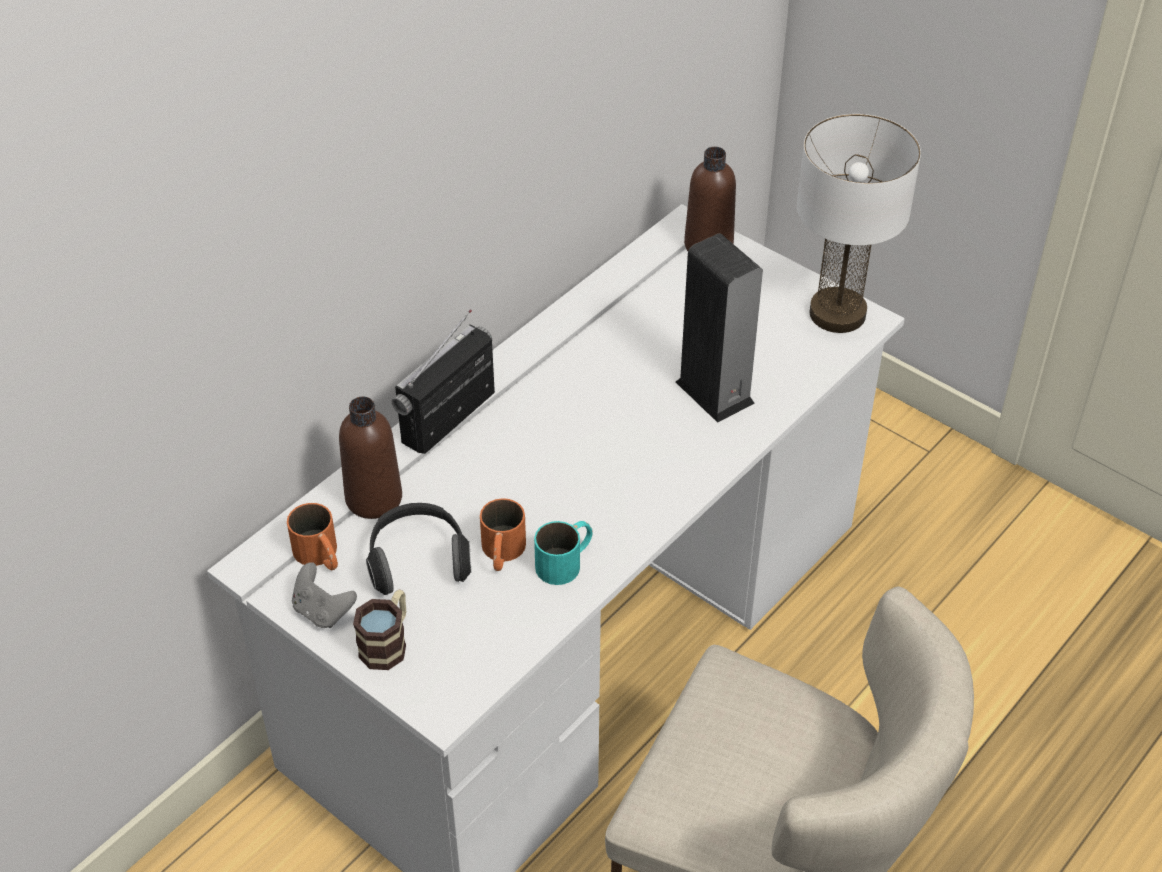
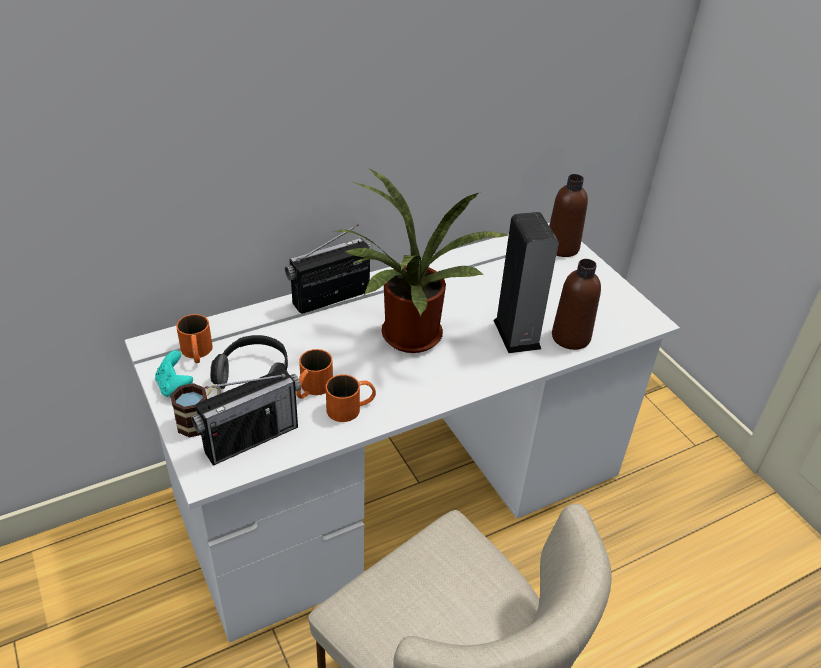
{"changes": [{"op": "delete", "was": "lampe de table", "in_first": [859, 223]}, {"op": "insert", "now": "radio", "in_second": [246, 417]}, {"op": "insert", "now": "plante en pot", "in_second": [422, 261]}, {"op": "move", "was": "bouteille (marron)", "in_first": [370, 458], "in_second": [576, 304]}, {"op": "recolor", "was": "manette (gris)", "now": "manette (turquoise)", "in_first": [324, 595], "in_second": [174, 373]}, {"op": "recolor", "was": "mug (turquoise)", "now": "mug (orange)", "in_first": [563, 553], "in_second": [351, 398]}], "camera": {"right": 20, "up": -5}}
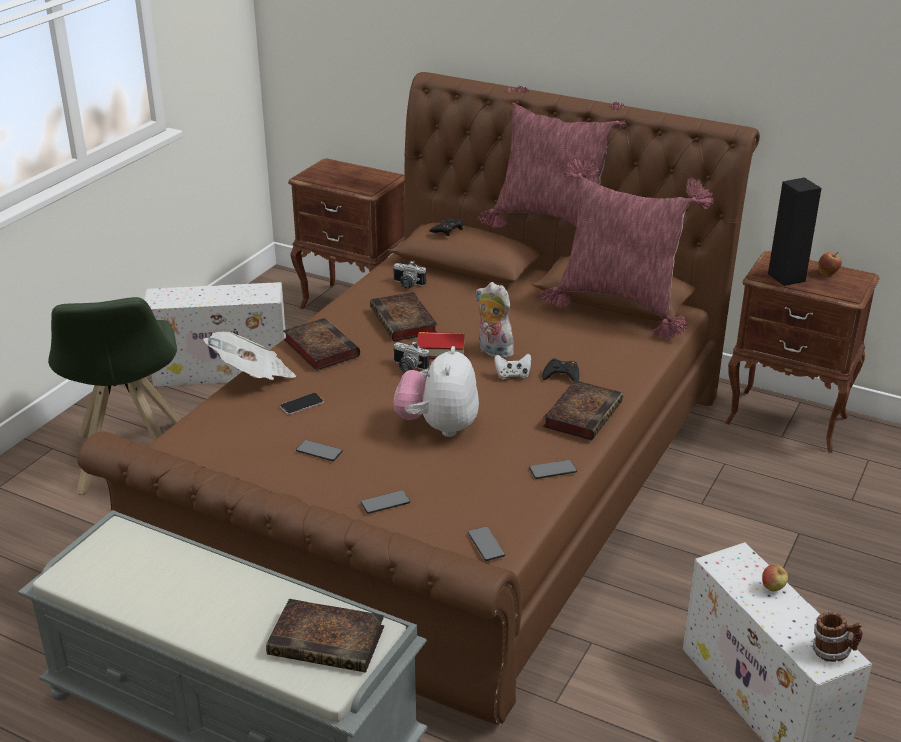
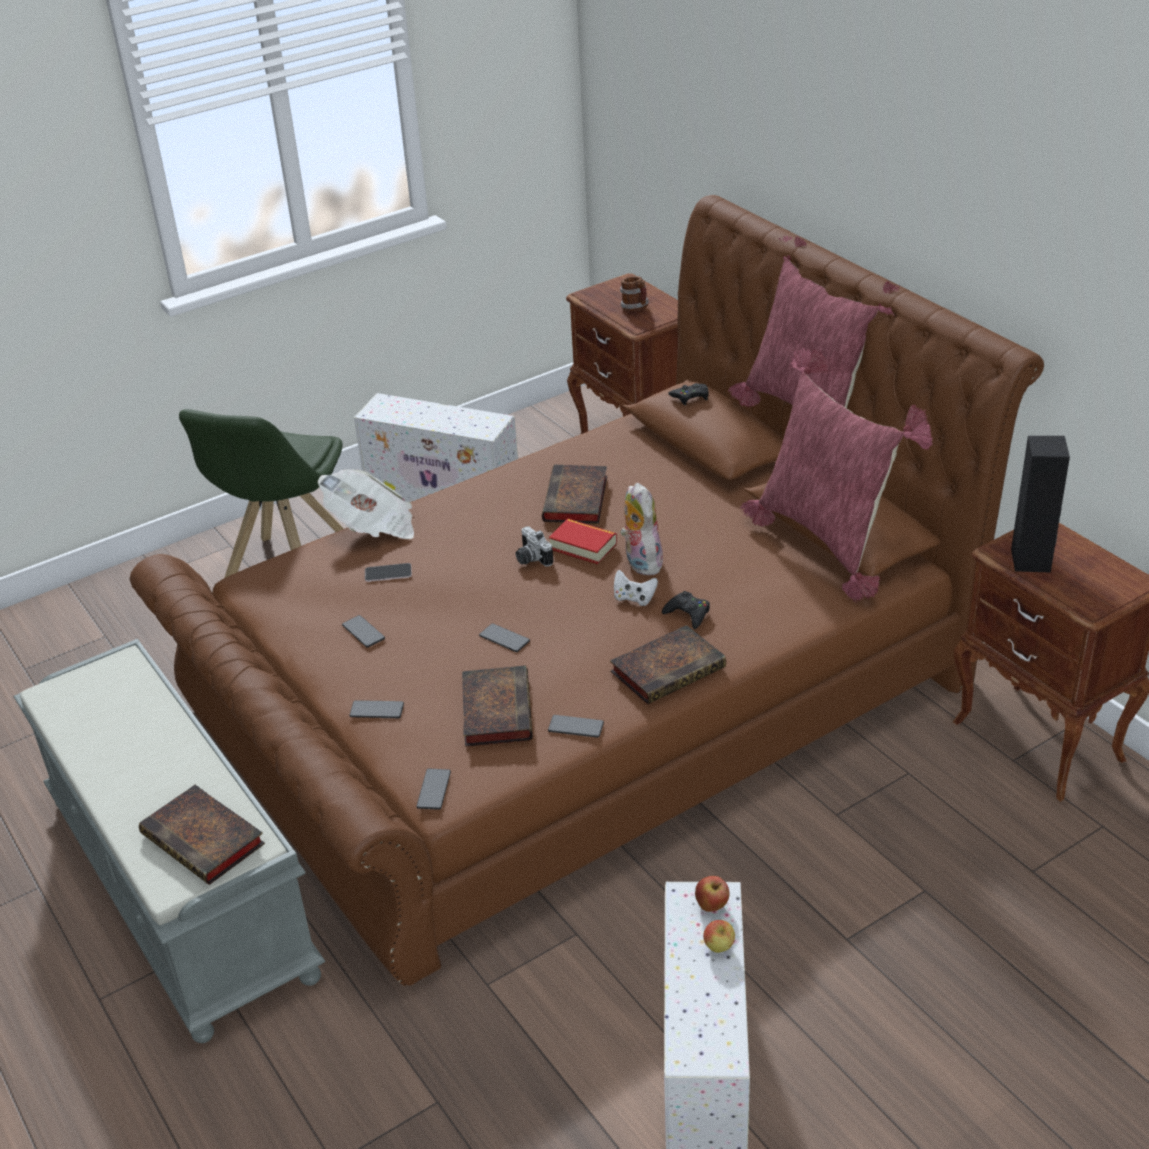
{"changes": [{"op": "delete", "was": "appareil photo", "in_first": [410, 274]}, {"op": "move", "was": "livre", "in_first": [321, 344], "in_second": [497, 706]}, {"op": "move", "was": "mug", "in_first": [837, 637], "in_second": [634, 293]}, {"op": "move", "was": "pomme", "in_first": [830, 264], "in_second": [712, 894]}, {"op": "replace", "was": "peluche", "now": "téléphone", "in_first": [436, 391], "in_second": [504, 637]}], "camera": {"right": 30, "up": 5}}
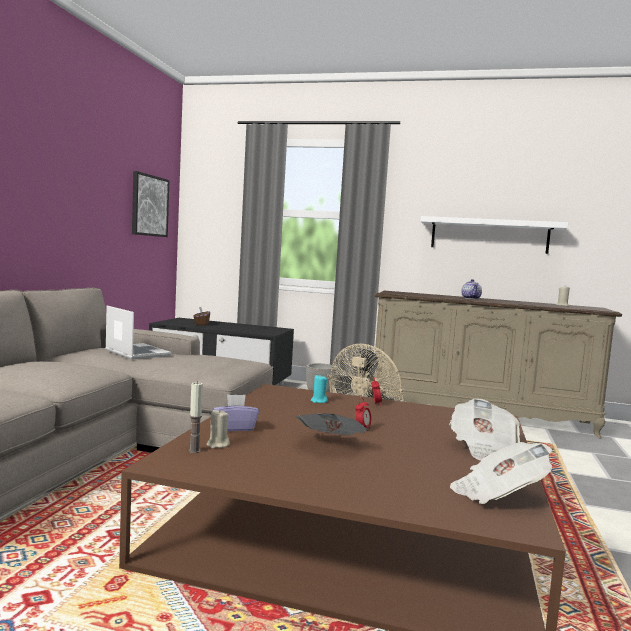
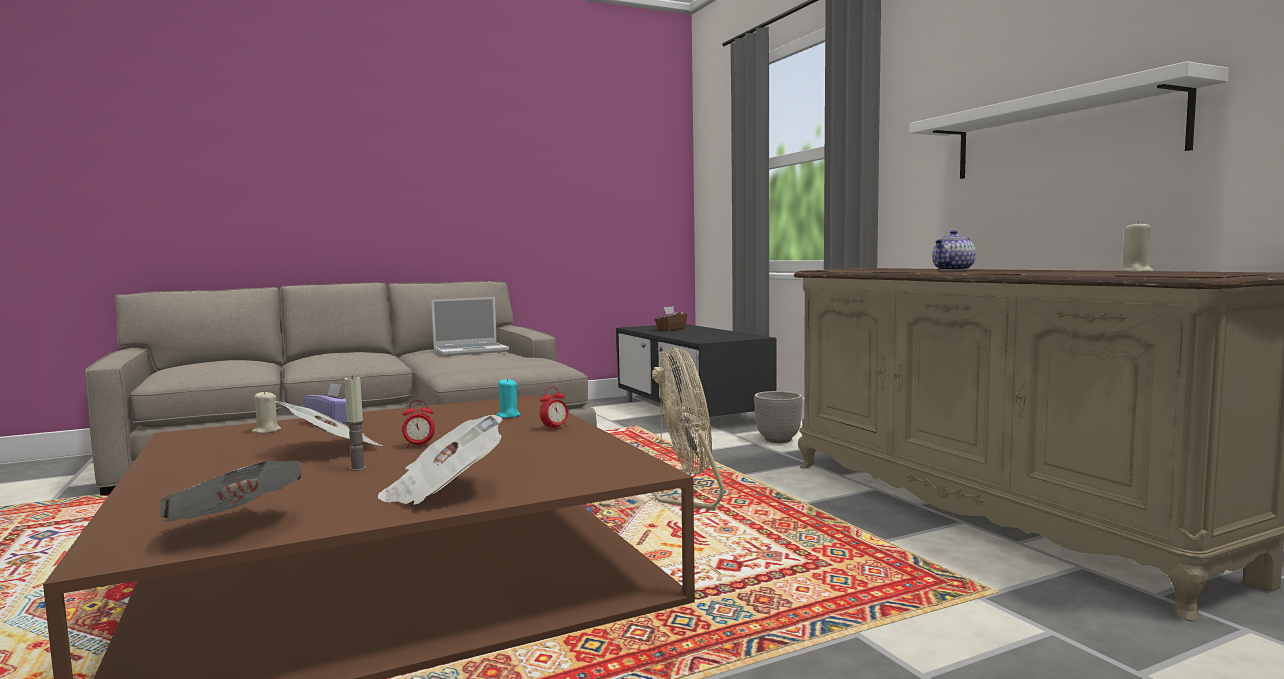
{"changes": [{"op": "delete", "was": "tableau", "in_first": [150, 204]}, {"op": "move", "was": "bougie", "in_first": [195, 417], "in_second": [355, 423]}, {"op": "rotate", "was": "ordinateur portable", "in_first": [138, 333], "in_second": [470, 326], "clockwise": 60}], "camera": {"right": 50, "up": 0}}
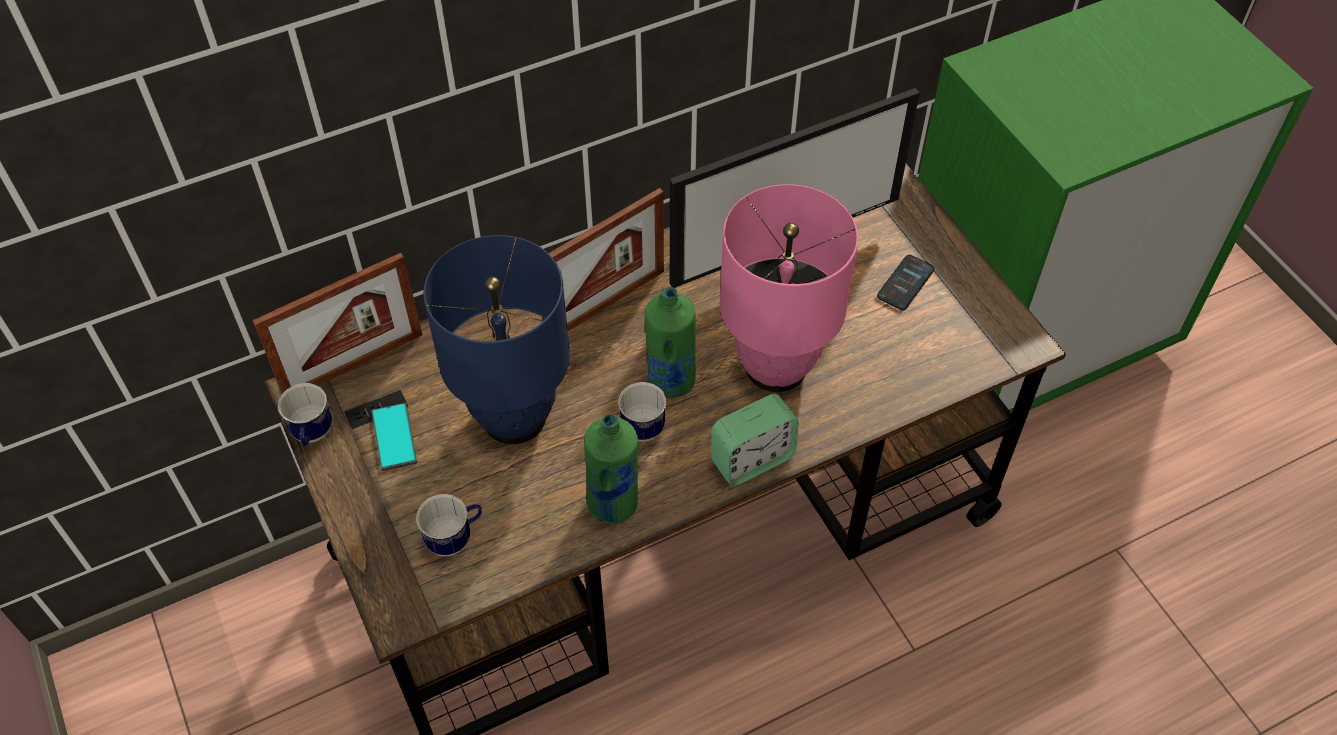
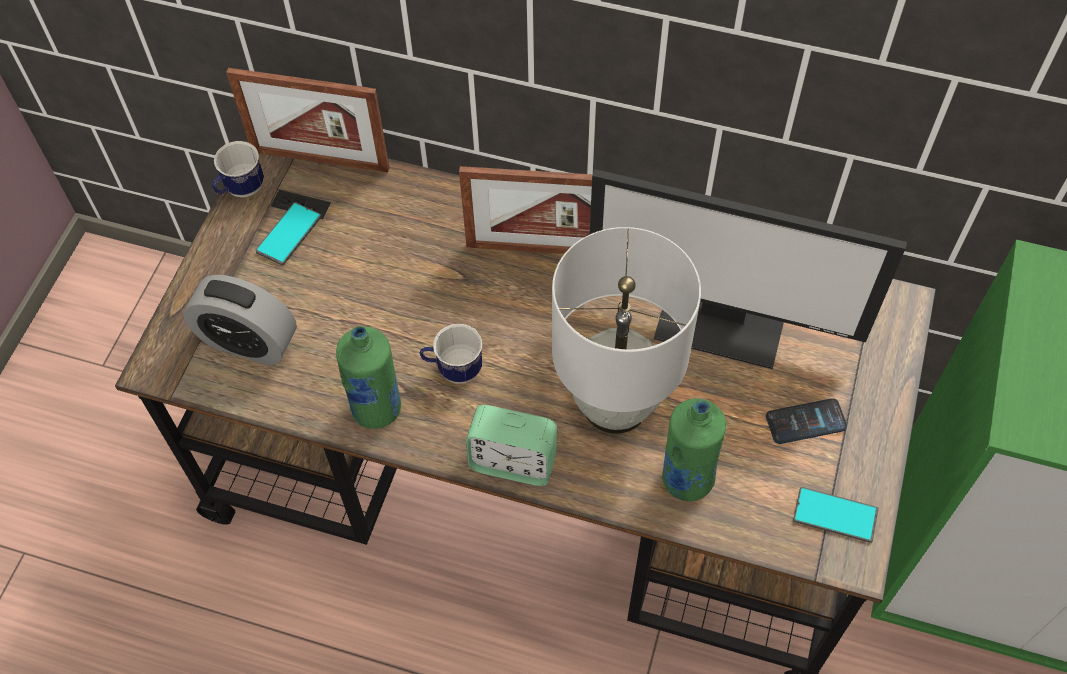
{"changes": [{"op": "delete", "was": "lampe de table (bleu)", "in_first": [496, 339]}, {"op": "insert", "now": "téléphone", "in_second": [836, 515]}, {"op": "move", "was": "bouteille (vert)", "in_first": [670, 342], "in_second": [694, 449]}, {"op": "replace", "was": "mug", "now": "réveil", "in_first": [449, 525], "in_second": [240, 320]}, {"op": "recolor", "was": "lampe de table (rose)", "now": "lampe de table (blanc)", "in_first": [789, 288], "in_second": [626, 330]}], "camera": {"right": 45, "up": 5}}
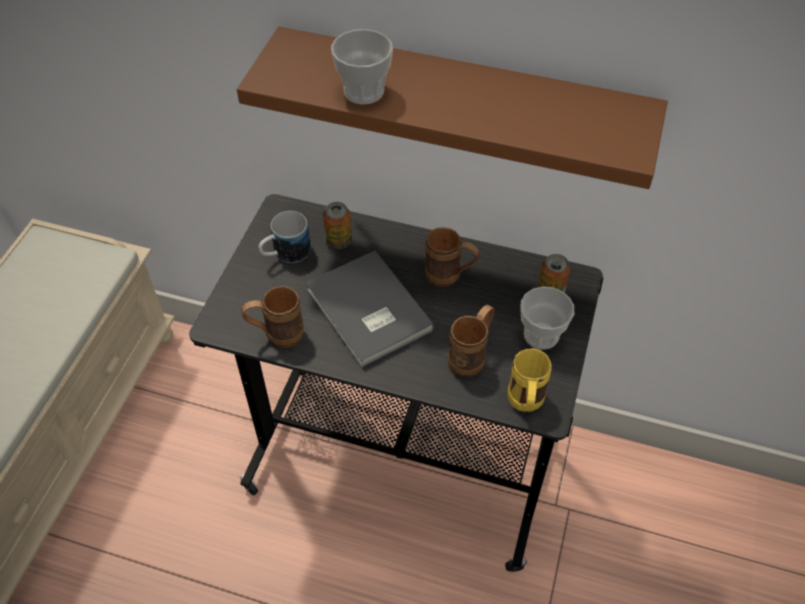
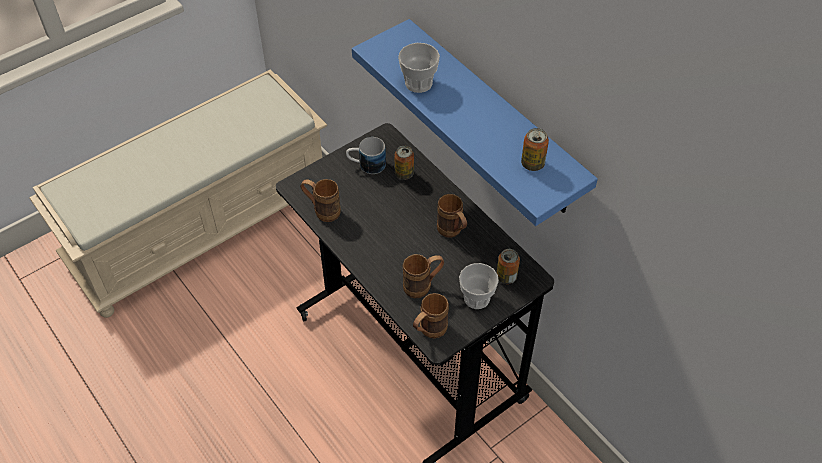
{"changes": [{"op": "delete", "was": "livre (gris)", "in_first": [370, 309]}, {"op": "insert", "now": "boîte métallique", "in_second": [535, 149]}, {"op": "recolor", "was": "étagère (marron)", "now": "étagère (bleu)", "in_first": [452, 108], "in_second": [475, 122]}, {"op": "recolor", "was": "mug (jaune)", "now": "mug (marron)", "in_first": [530, 380], "in_second": [431, 315]}], "camera": {"right": 35, "up": 0}}
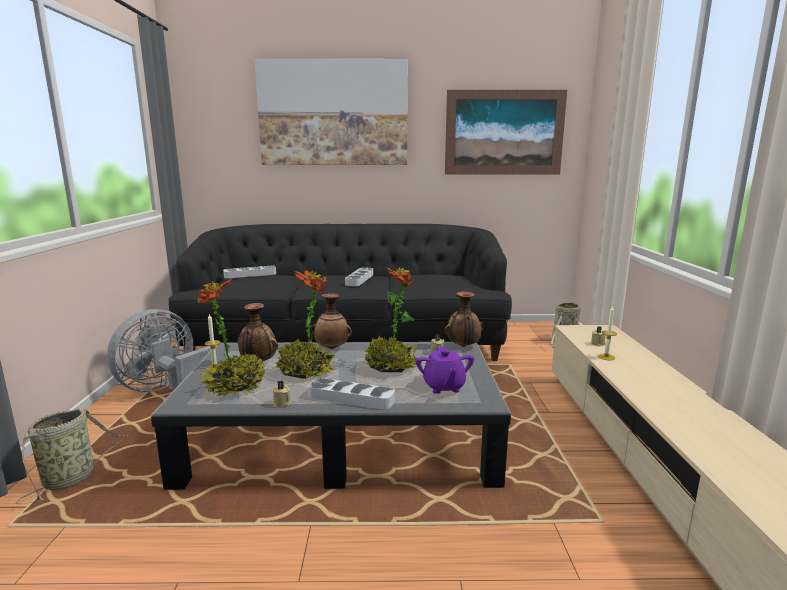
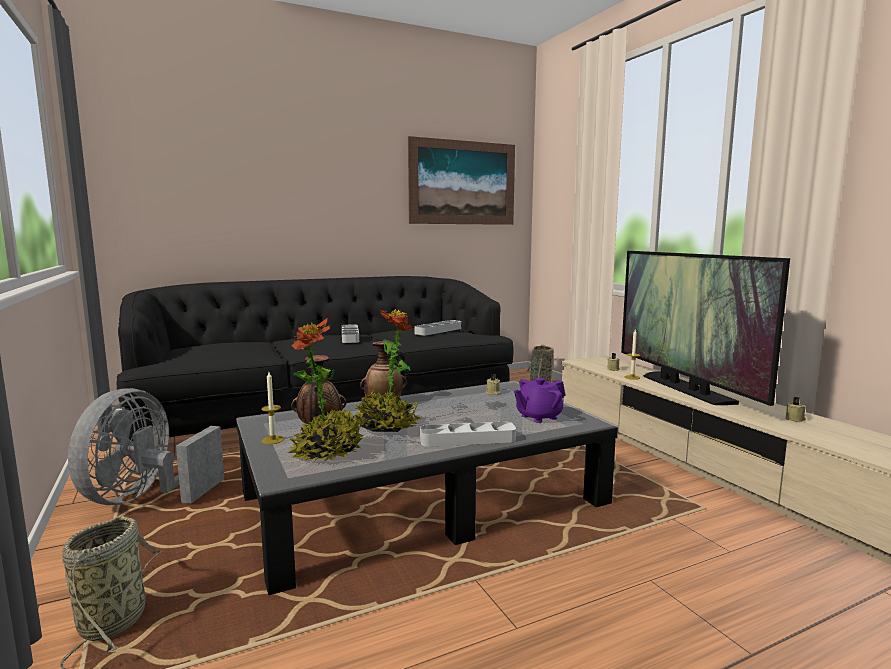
{"changes": [{"op": "delete", "was": "tableau", "in_first": [331, 112]}, {"op": "delete", "was": "plante en pot", "in_first": [391, 320]}, {"op": "delete", "was": "vase", "in_first": [463, 319]}, {"op": "insert", "now": "téléviseur", "in_second": [705, 328]}, {"op": "move", "was": "plateau (gris)", "in_first": [249, 272], "in_second": [437, 328]}, {"op": "move", "was": "bougie (beige)", "in_first": [282, 393], "in_second": [796, 409]}, {"op": "rotate", "was": "théière (violet)", "in_first": [444, 370], "in_second": [539, 400], "clockwise": 90}], "camera": {"right": -25, "up": -5}}
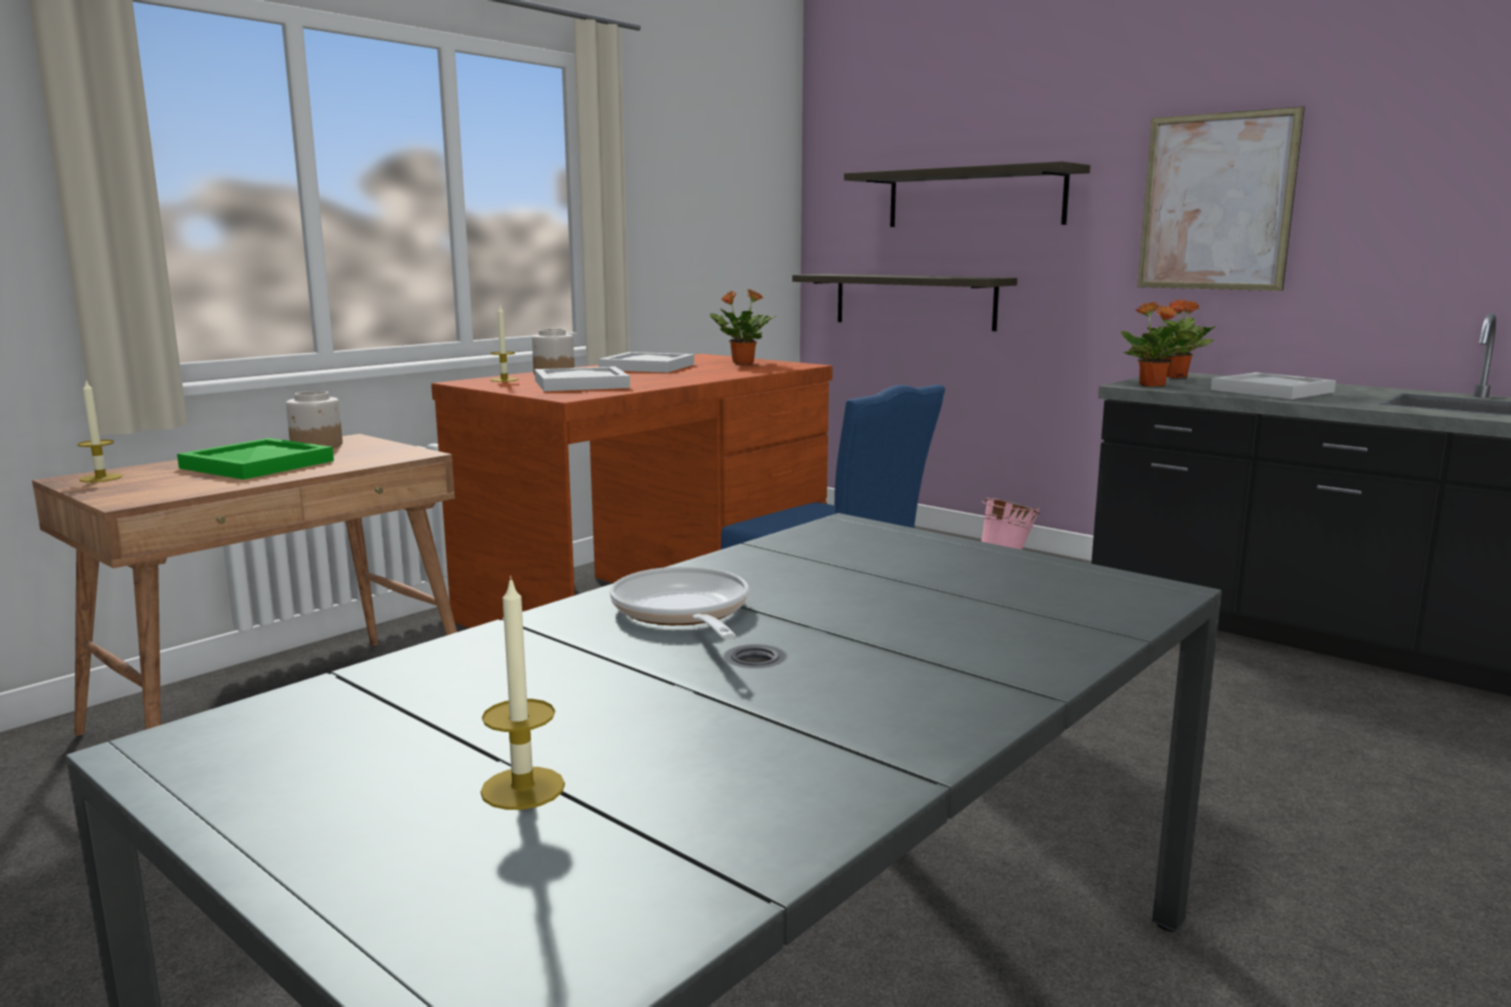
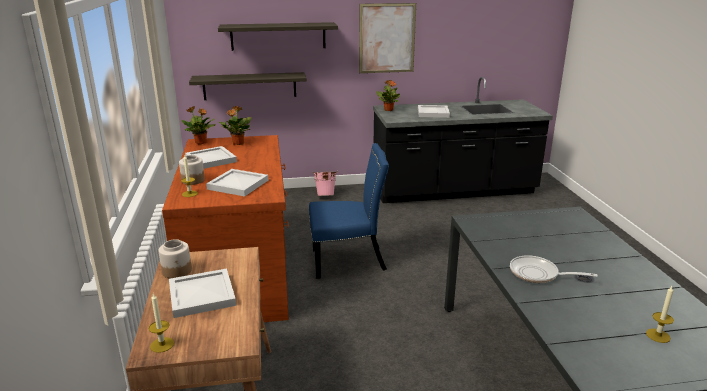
{"changes": [{"op": "move", "was": "plante en pot", "in_first": [1158, 344], "in_second": [198, 125]}, {"op": "recolor", "was": "plateau (vert)", "now": "plateau (blanc)", "in_first": [255, 459], "in_second": [202, 293]}], "camera": {"right": -50, "up": 10}}
